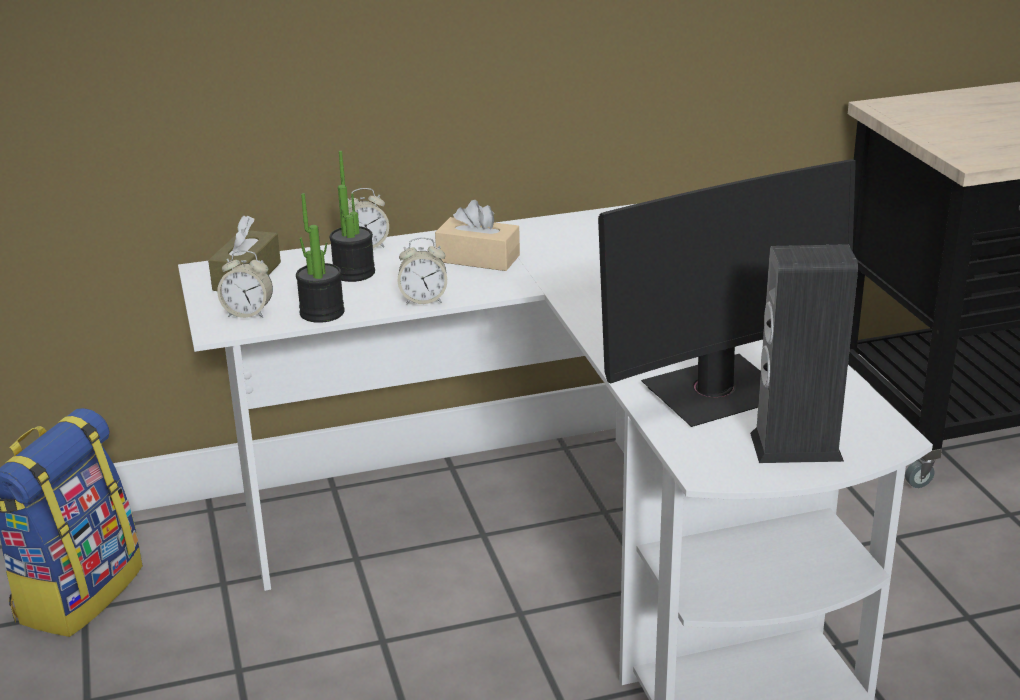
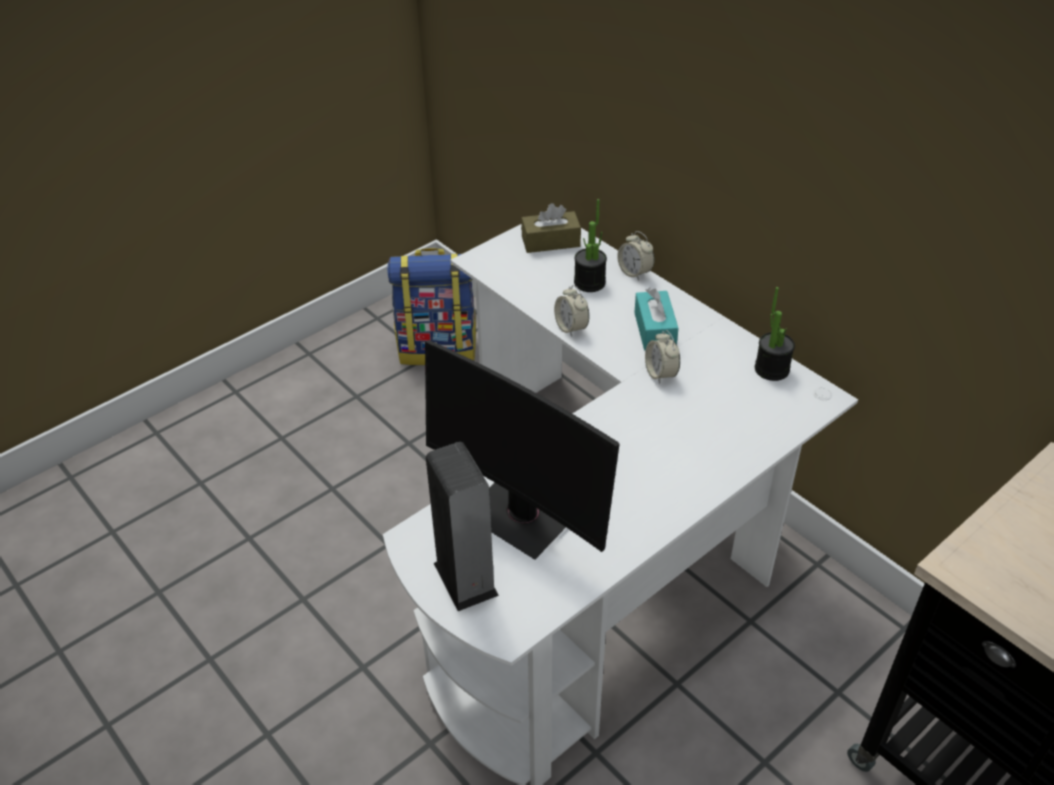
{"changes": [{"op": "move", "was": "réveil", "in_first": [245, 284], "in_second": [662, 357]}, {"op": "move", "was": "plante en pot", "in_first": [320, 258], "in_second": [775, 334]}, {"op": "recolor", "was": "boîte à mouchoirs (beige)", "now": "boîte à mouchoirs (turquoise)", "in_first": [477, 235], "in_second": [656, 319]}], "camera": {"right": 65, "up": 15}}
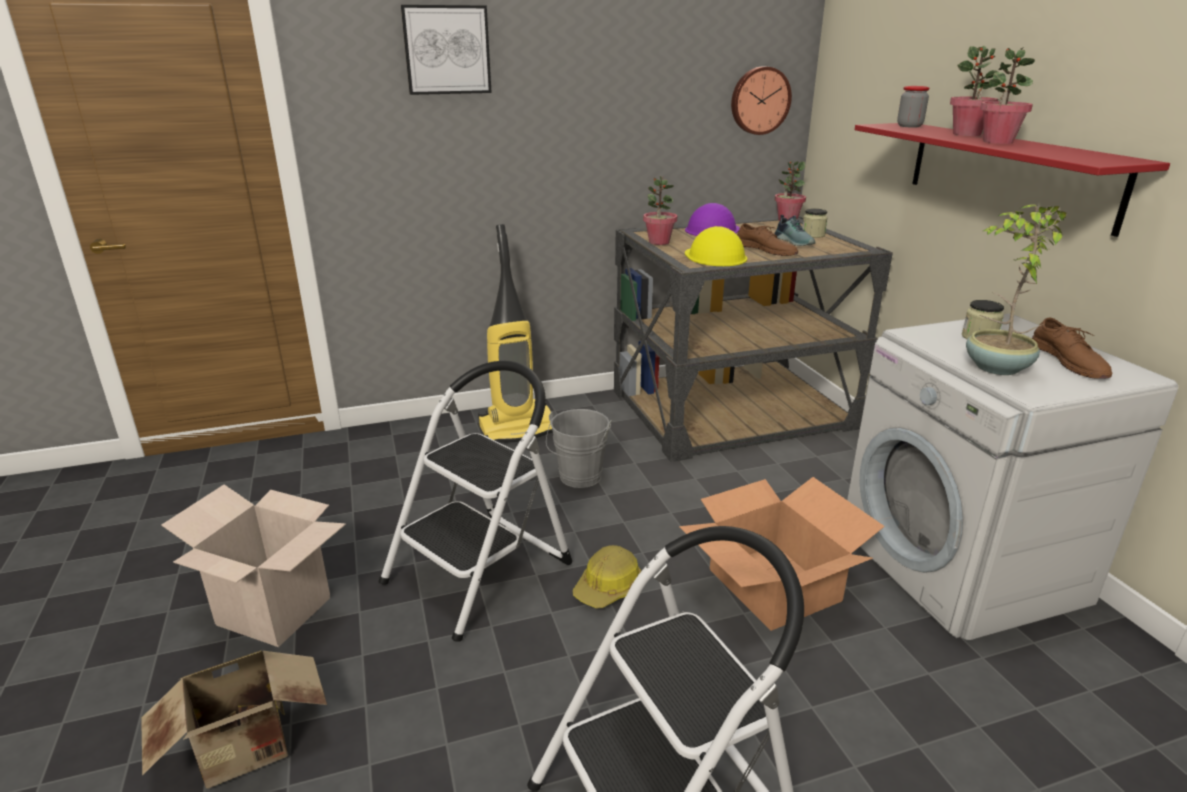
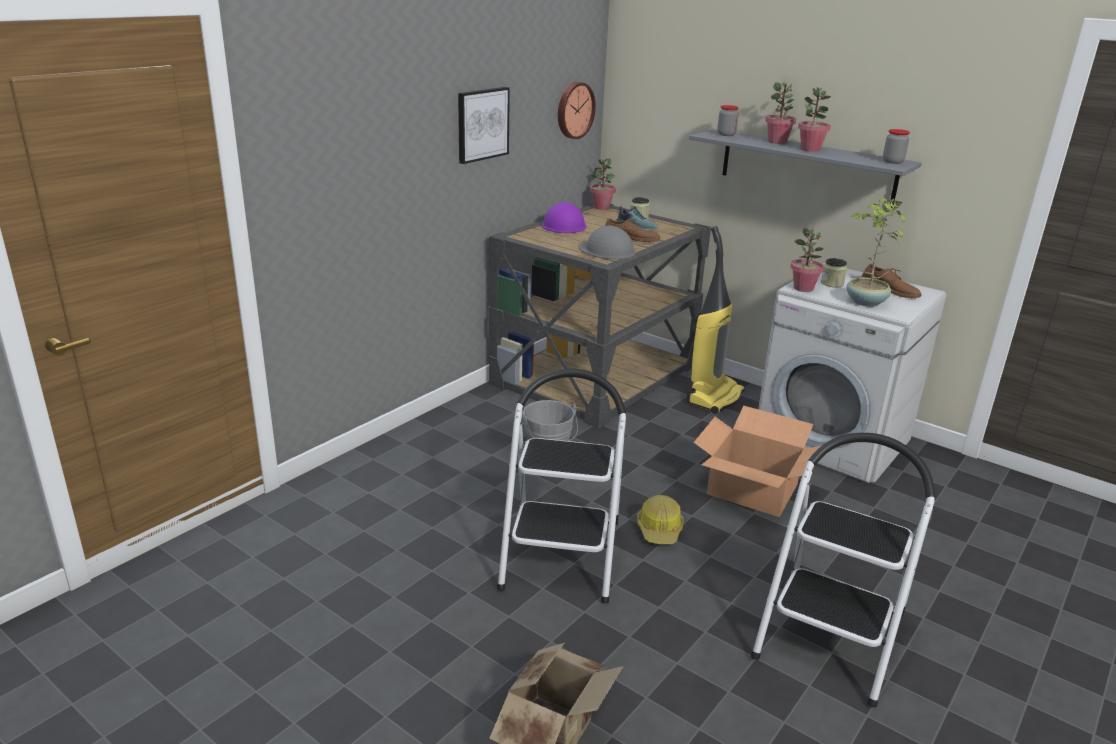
{"changes": [{"op": "delete", "was": "carton", "in_first": [253, 566]}, {"op": "insert", "now": "bocal", "in_second": [896, 146]}, {"op": "move", "was": "tableau", "in_first": [446, 50], "in_second": [484, 125]}, {"op": "move", "was": "aspirateur", "in_first": [515, 333], "in_second": [715, 320]}, {"op": "move", "was": "plante en pot", "in_first": [660, 210], "in_second": [807, 260]}, {"op": "recolor", "was": "casque de chantier (jaune)", "now": "casque de chantier (gris)", "in_first": [716, 246], "in_second": [607, 242]}, {"op": "recolor", "was": "étagère (rouge)", "now": "étagère (gris)", "in_first": [1012, 180], "in_second": [805, 168]}], "camera": {"right": -35, "up": 0}}
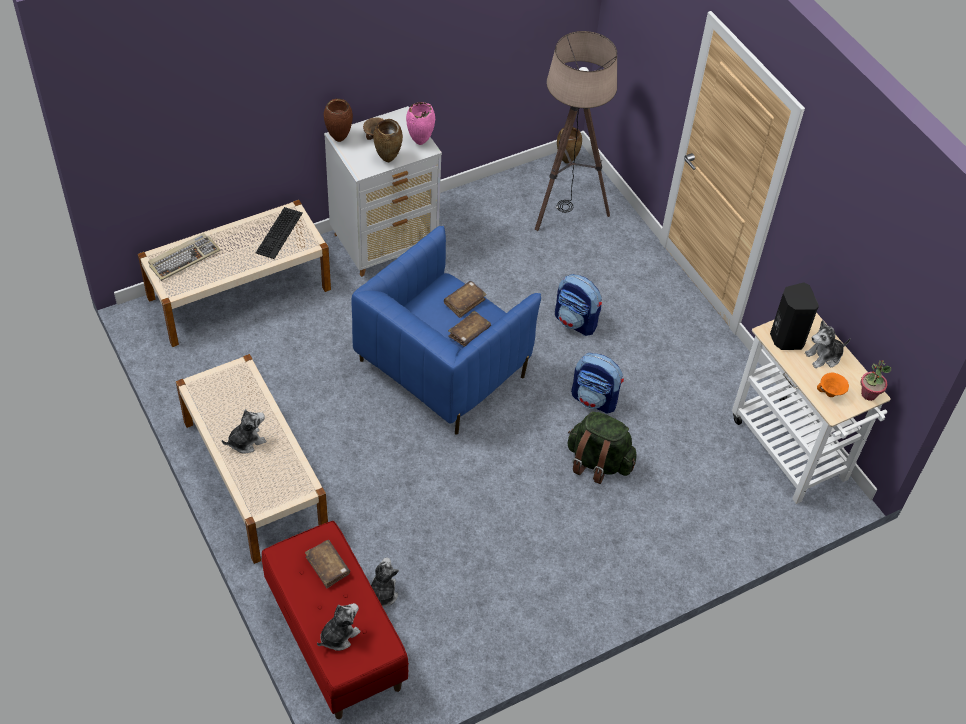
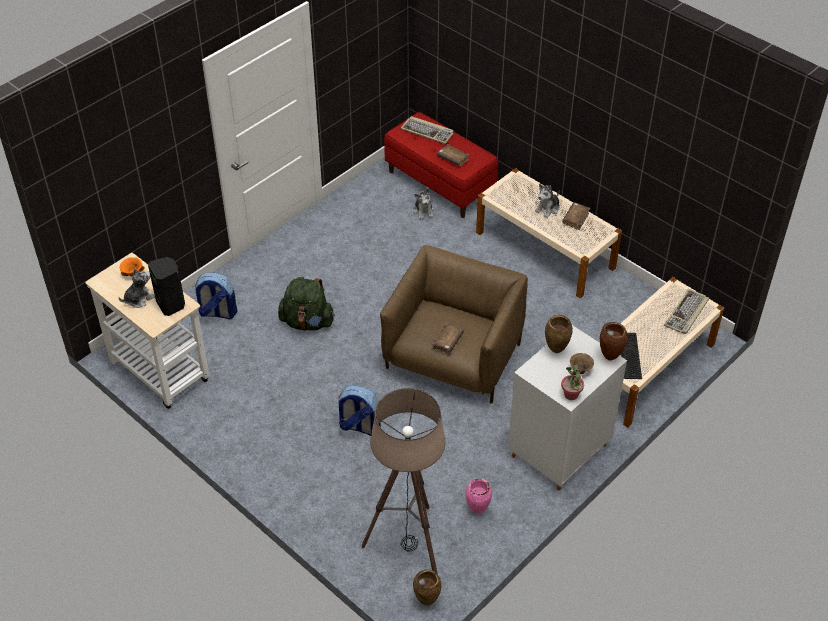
{"changes": [{"op": "move", "was": "vase (rose)", "in_first": [420, 123], "in_second": [478, 496]}, {"op": "move", "was": "livre (marron)", "in_first": [469, 329], "in_second": [576, 216]}, {"op": "move", "was": "sac à dos", "in_first": [597, 383], "in_second": [215, 296]}, {"op": "move", "was": "plante en pot", "in_first": [875, 380], "in_second": [572, 382]}, {"op": "replace", "was": "peluche", "now": "clavier", "in_first": [339, 627], "in_second": [427, 130]}, {"op": "recolor", "was": "fauteuil (bleu)", "now": "fauteuil (marron)", "in_first": [446, 330], "in_second": [454, 324]}], "camera": {"right": 165, "up": -5}}
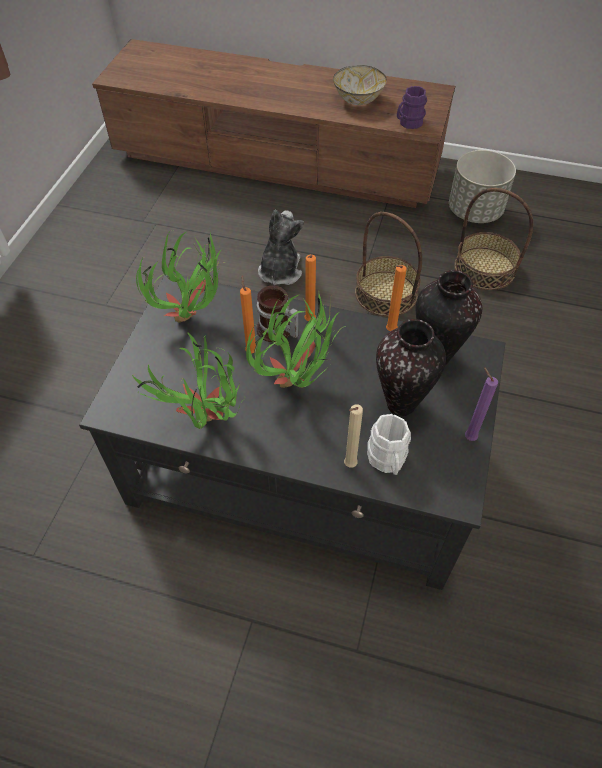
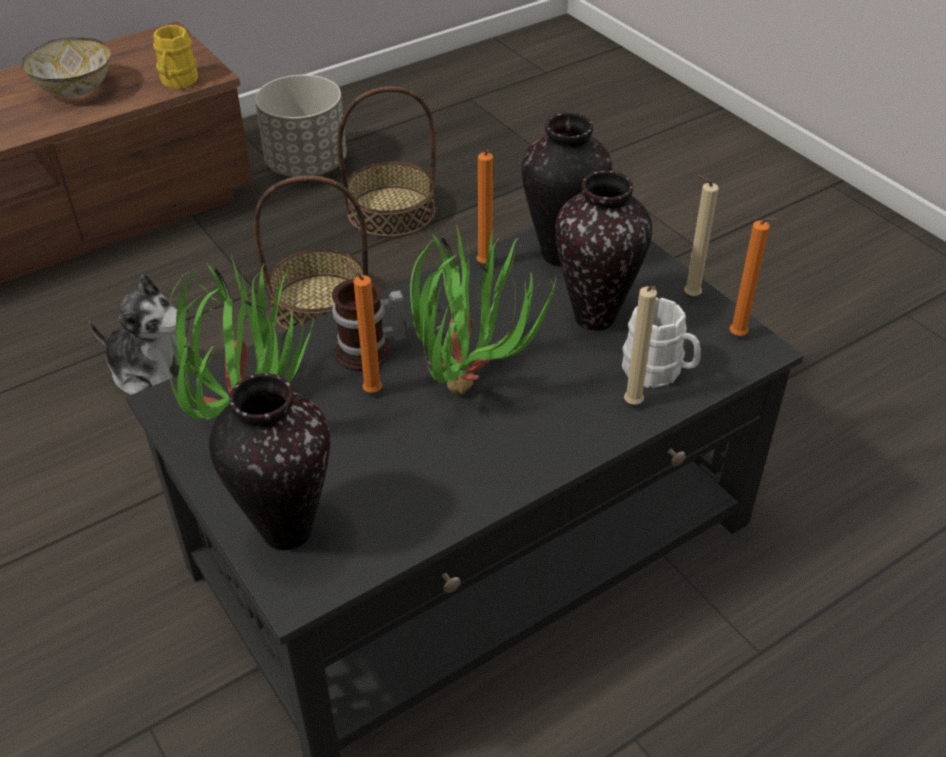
{"changes": [{"op": "delete", "was": "plante en pot", "in_first": [186, 380]}, {"op": "insert", "now": "vase", "in_second": [269, 461]}, {"op": "move", "was": "bougie (orange)", "in_first": [310, 288], "in_second": [753, 277]}, {"op": "recolor", "was": "mug (violet)", "now": "mug (jaune)", "in_first": [412, 107], "in_second": [175, 57]}, {"op": "recolor", "was": "bougie (violet)", "now": "bougie (beige)", "in_first": [481, 404], "in_second": [701, 235]}, {"op": "rotate", "was": "peluche", "in_first": [281, 247], "in_second": [146, 334], "clockwise": 150}], "camera": {"right": -50, "up": -10}}
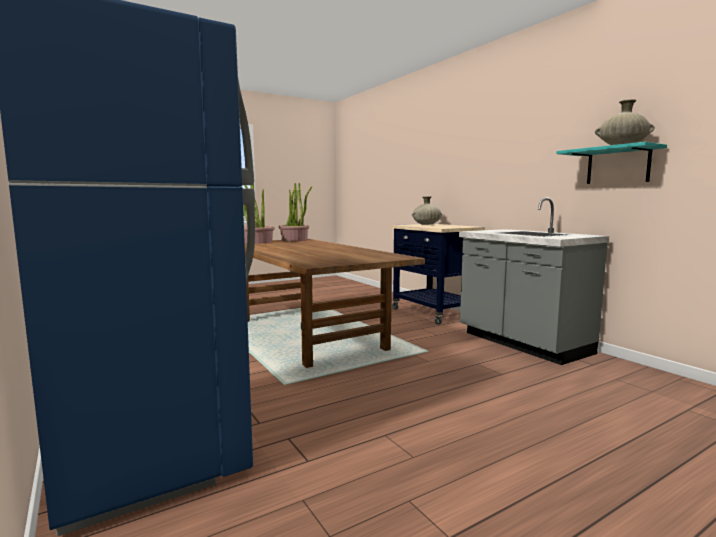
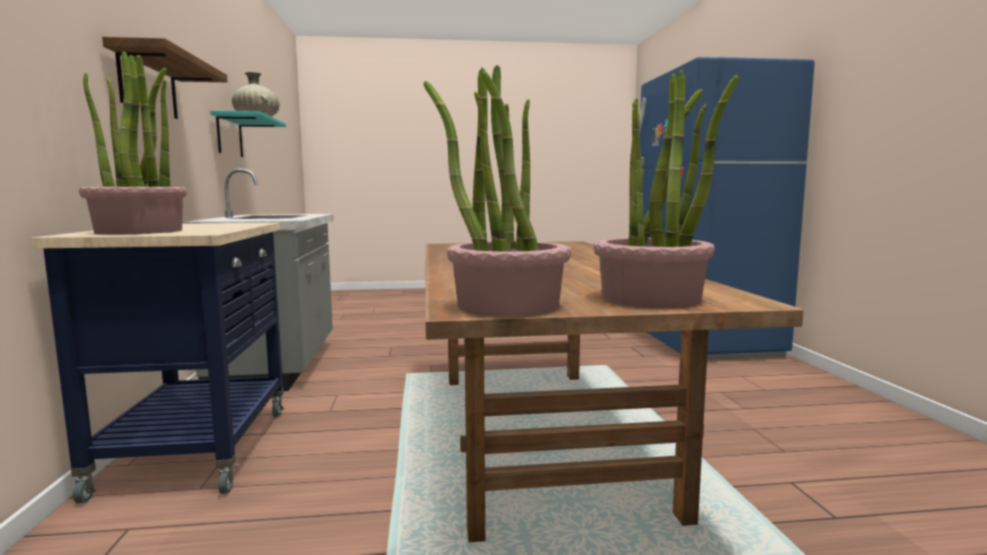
{"changes": [{"op": "insert", "now": "étagère", "in_second": [165, 78]}, {"op": "replace", "was": "vase (beige)", "now": "plante en pot", "in_first": [427, 210], "in_second": [133, 143]}], "camera": {"right": -155, "up": 0}}
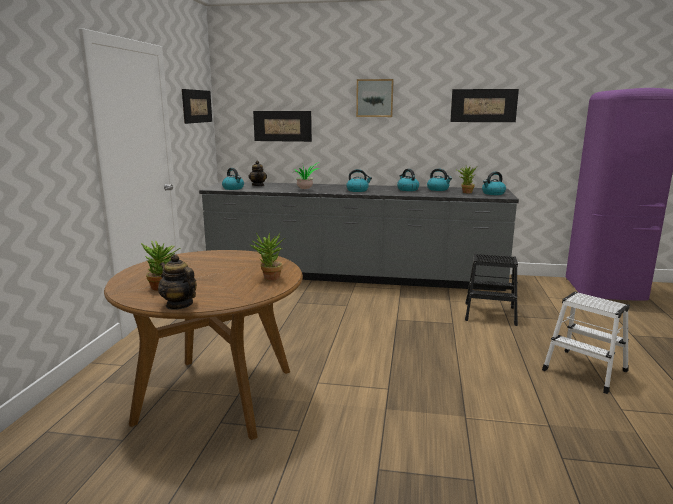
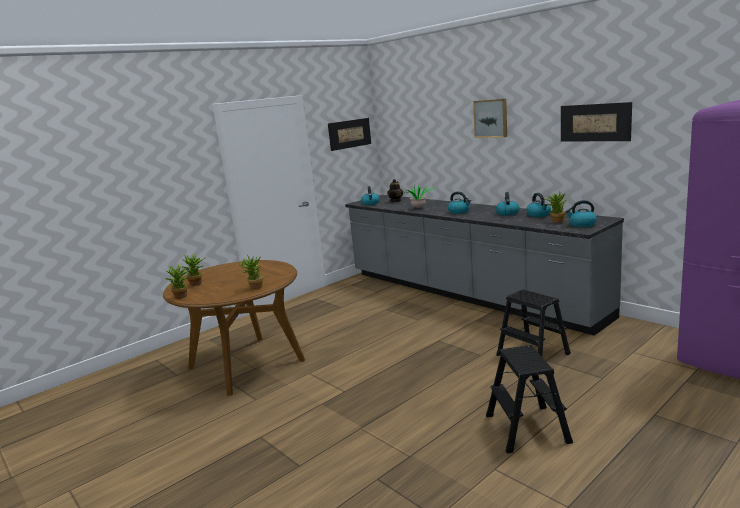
{"changes": [{"op": "delete", "was": "tableau", "in_first": [282, 126]}, {"op": "replace", "was": "théière", "now": "plante en pot", "in_first": [177, 282], "in_second": [178, 281]}, {"op": "recolor", "was": "escabeau (blanc)", "now": "escabeau (noir)", "in_first": [586, 342], "in_second": [529, 399]}], "camera": {"right": 40, "up": 0}}
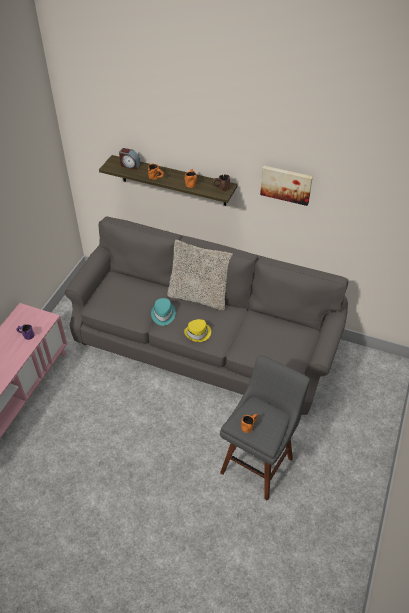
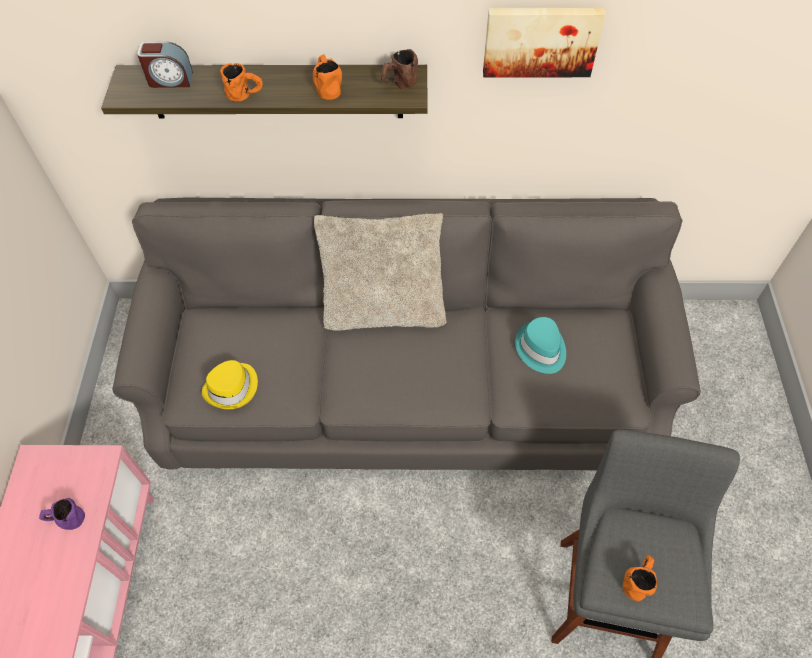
{"changes": [{"op": "move", "was": "chapeau (turquoise)", "in_first": [163, 312], "in_second": [540, 345]}, {"op": "move", "was": "chapeau (jaune)", "in_first": [197, 330], "in_second": [230, 384]}], "camera": {"right": -20, "up": 10}}
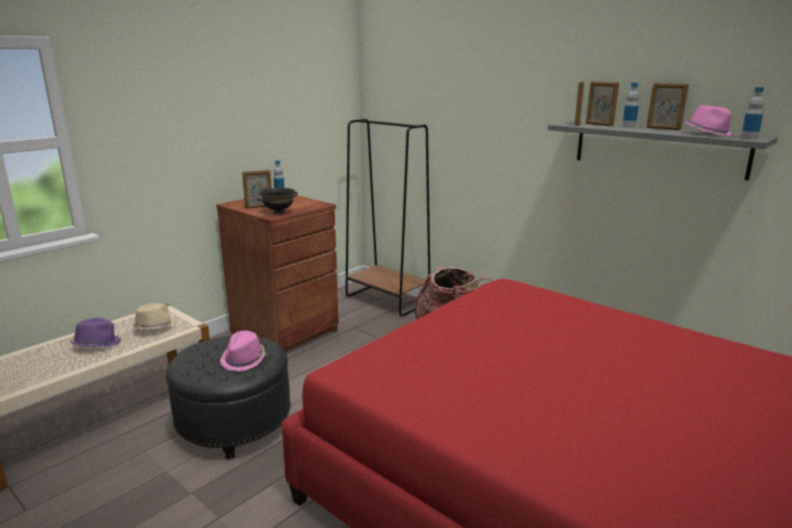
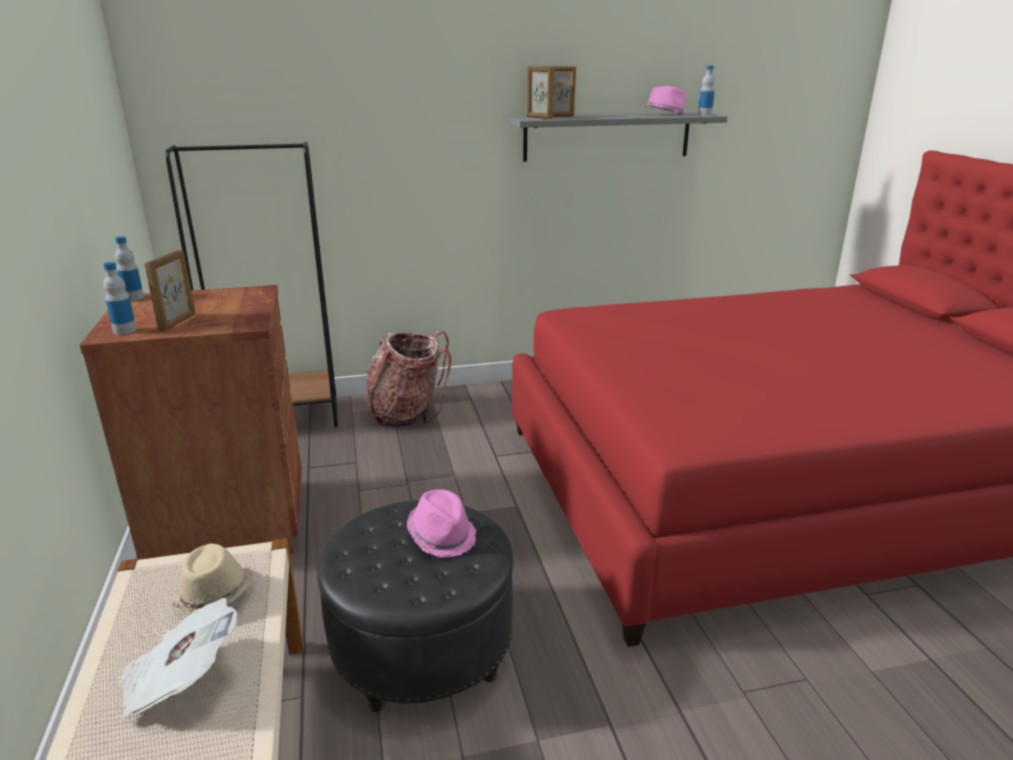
{"changes": [{"op": "delete", "was": "bol (noir)", "in_first": [277, 201]}, {"op": "delete", "was": "cadre photo", "in_first": [668, 106]}, {"op": "move", "was": "bouteille", "in_first": [630, 105], "in_second": [120, 298]}, {"op": "replace", "was": "chapeau (violet)", "now": "journal", "in_first": [95, 332], "in_second": [178, 658]}], "camera": {"right": -55, "up": 5}}
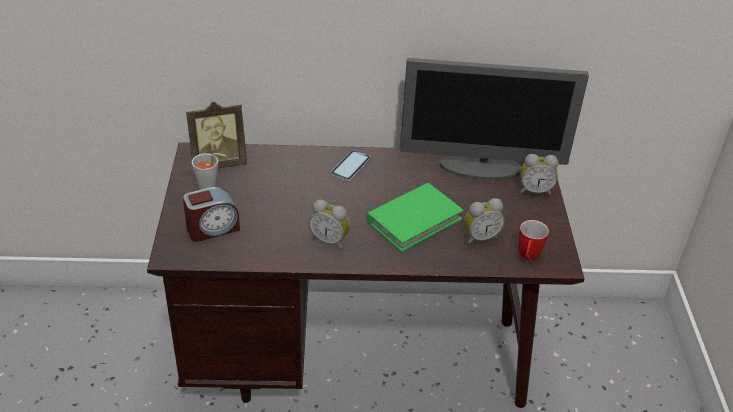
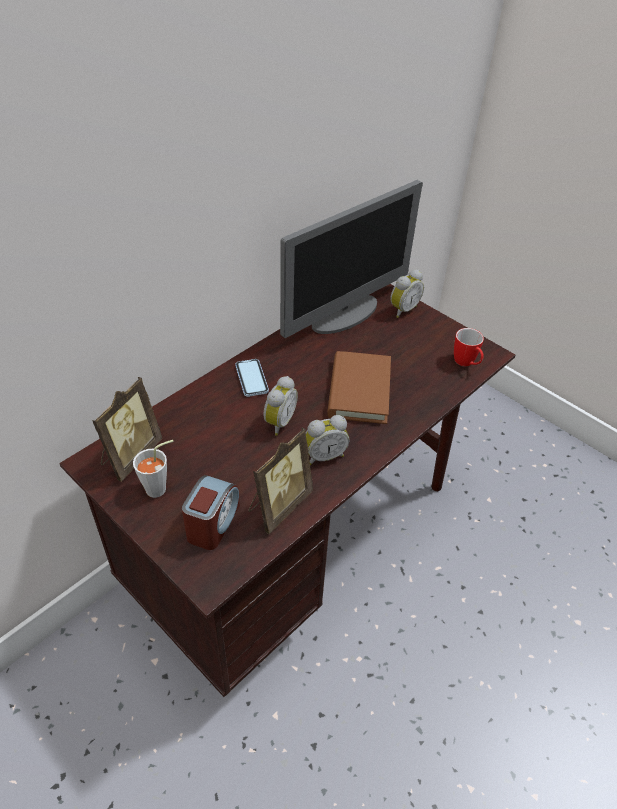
{"changes": [{"op": "insert", "now": "cadre photo", "in_second": [281, 480]}, {"op": "move", "was": "réveil", "in_first": [484, 221], "in_second": [280, 406]}, {"op": "recolor", "was": "livre (vert)", "now": "livre (marron)", "in_first": [415, 217], "in_second": [359, 387]}], "camera": {"right": -45, "up": 5}}
